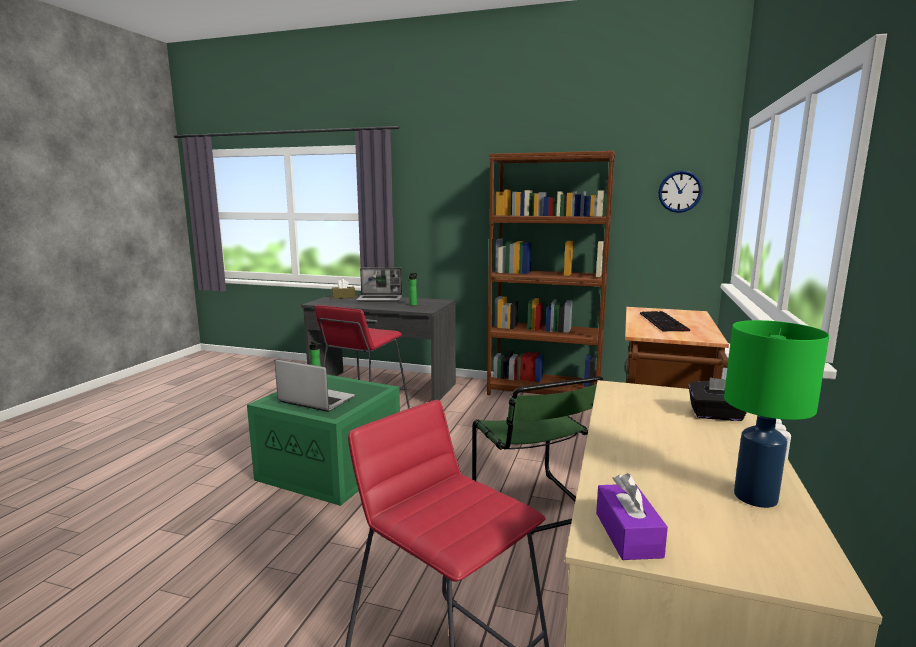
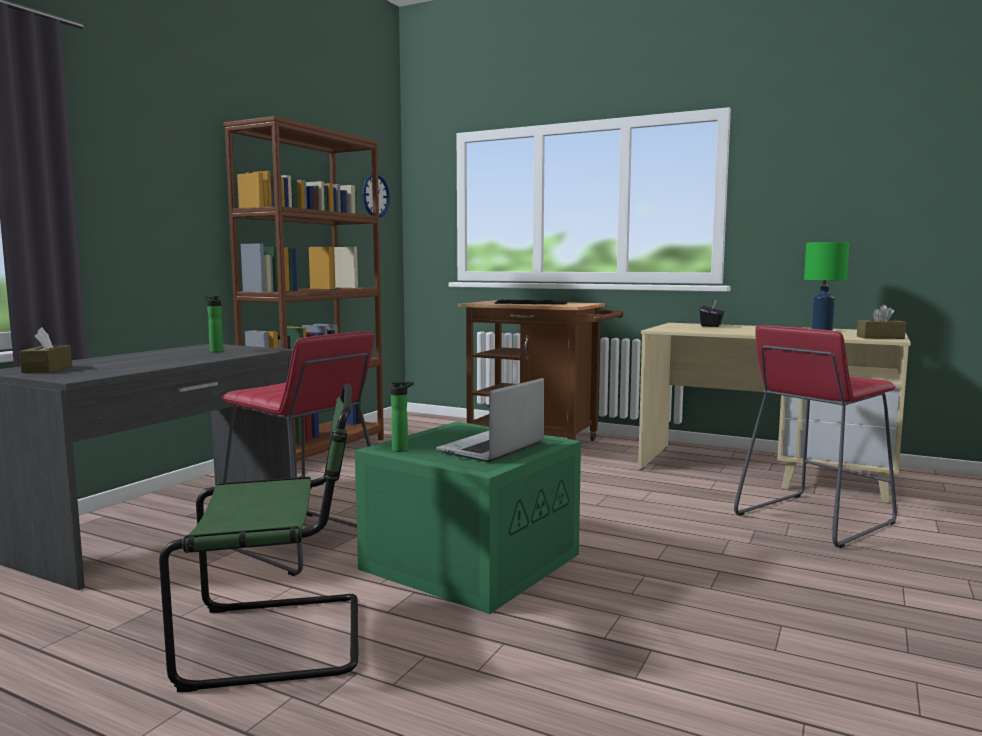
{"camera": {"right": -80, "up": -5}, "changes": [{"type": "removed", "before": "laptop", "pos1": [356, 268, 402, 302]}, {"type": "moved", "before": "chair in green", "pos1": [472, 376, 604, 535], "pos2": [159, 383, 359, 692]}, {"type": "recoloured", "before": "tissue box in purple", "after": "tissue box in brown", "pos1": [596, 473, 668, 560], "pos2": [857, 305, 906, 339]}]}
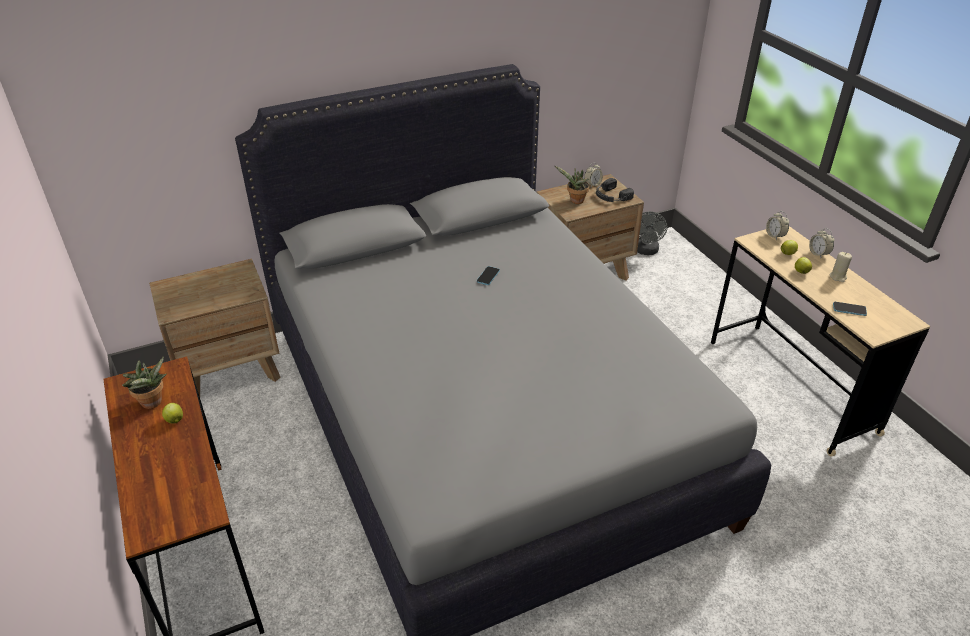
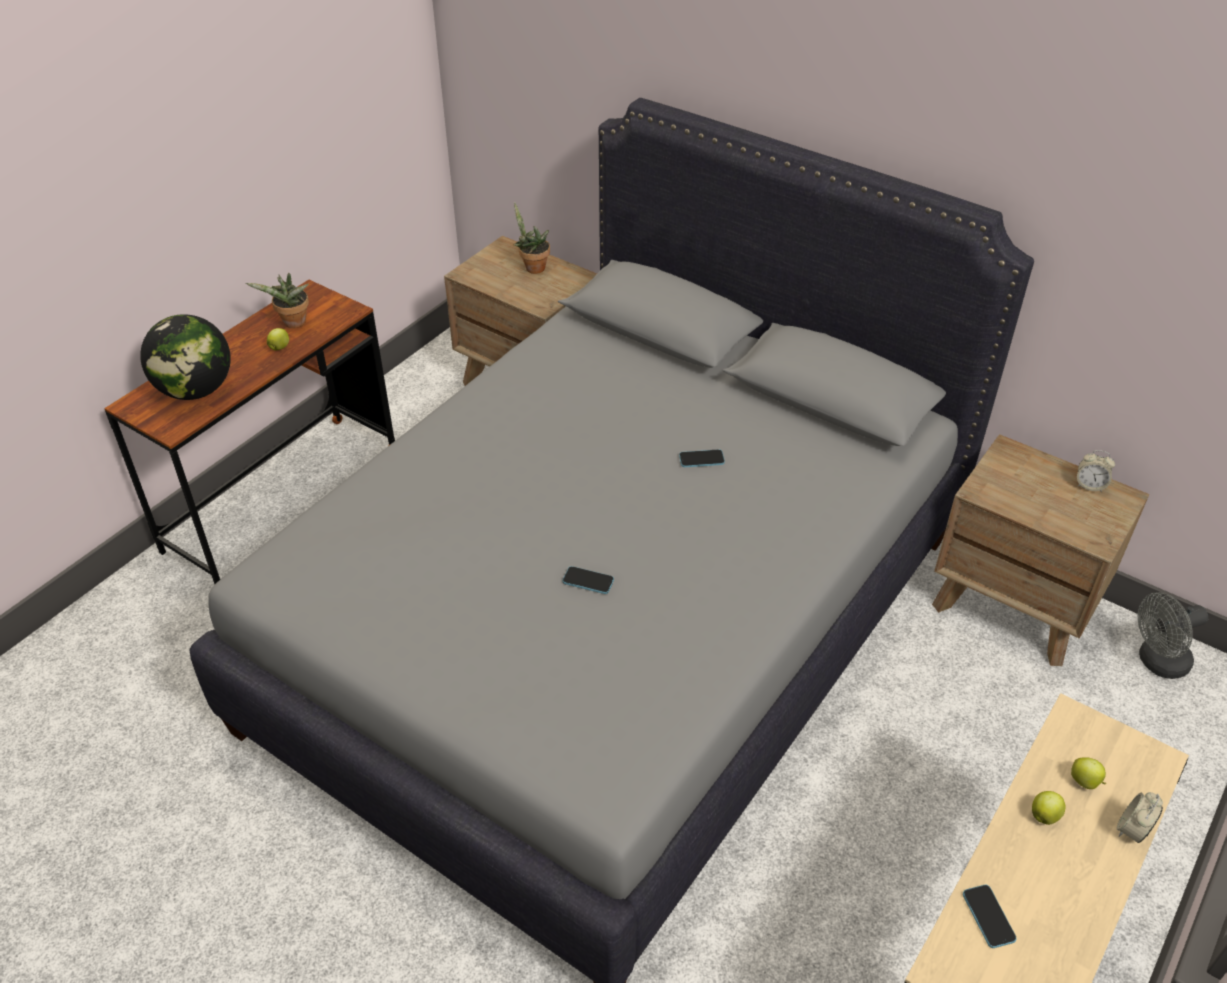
{"camera": {"right": 60, "up": 5}, "changes": [{"type": "moved", "before": "potted plant", "pos1": [555, 166, 589, 204], "pos2": [513, 202, 550, 274]}, {"type": "removed", "before": "headphones in black", "pos1": [596, 178, 634, 202]}, {"type": "removed", "before": "alarm clock", "pos1": [766, 211, 789, 240]}, {"type": "removed", "before": "candle in beige", "pos1": [830, 252, 852, 282]}, {"type": "added", "after": "globe", "pos2": [140, 314, 231, 400]}, {"type": "added", "after": "phone", "pos2": [563, 566, 614, 594]}]}
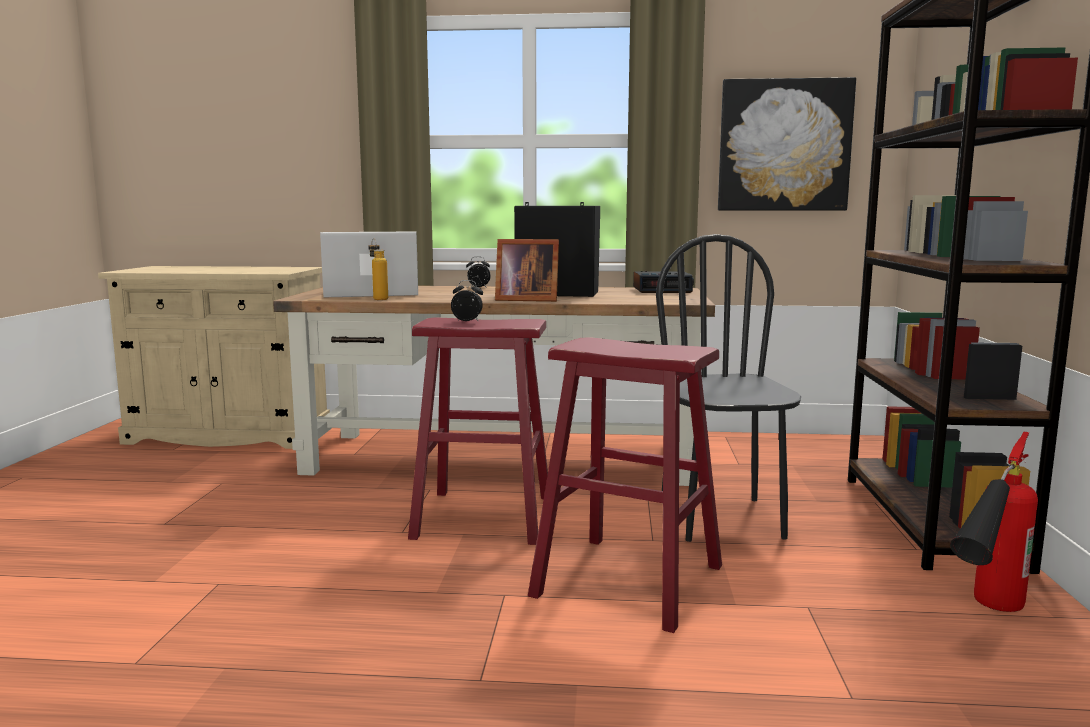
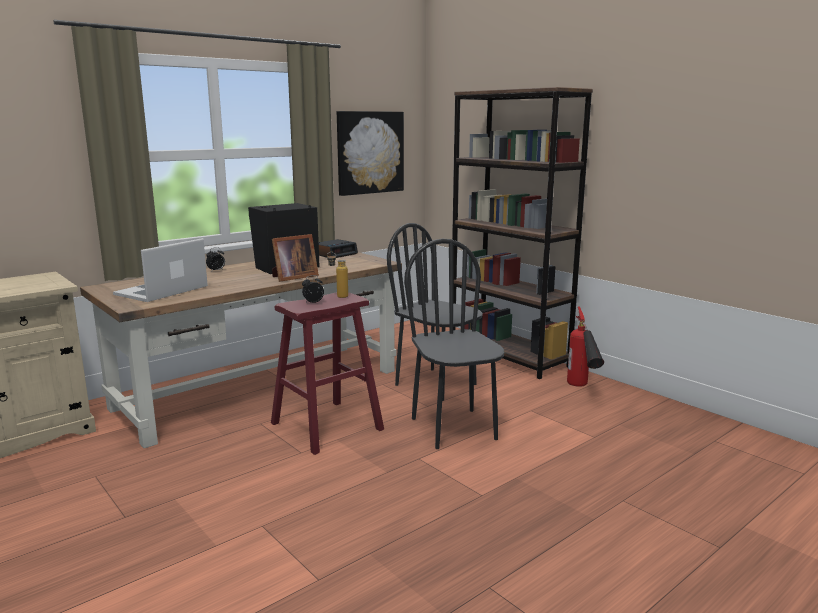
{"camera": {"right": -45, "up": 5}, "changes": [{"type": "moved", "before": "bottle", "pos1": [369, 239, 388, 300], "pos2": [327, 252, 348, 298]}, {"type": "replaced", "before": "stool in red", "after": "chair in black", "pos1": [528, 337, 722, 633], "pos2": [404, 239, 504, 449]}]}
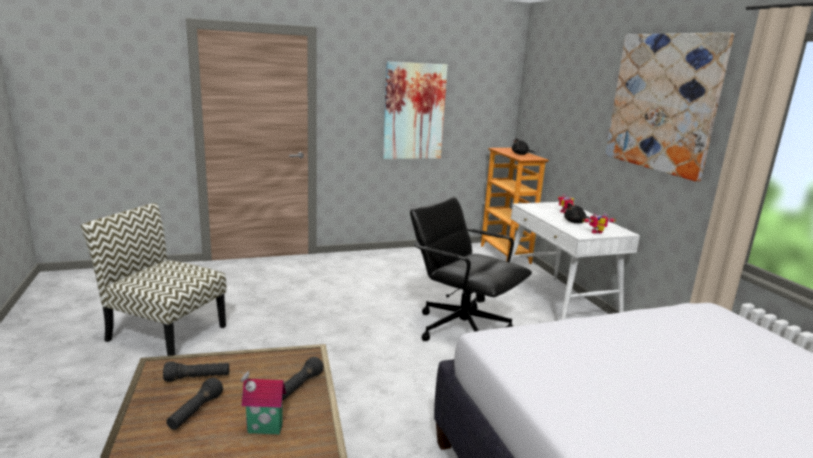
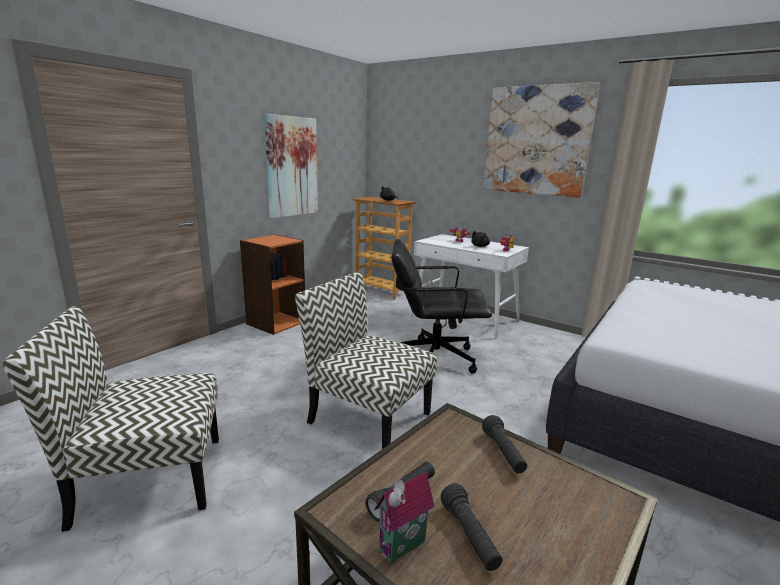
{"camera": {"right": -35, "up": 0}, "changes": [{"type": "moved", "before": "toy house", "pos1": [240, 371, 286, 434], "pos2": [374, 472, 435, 563]}, {"type": "added", "after": "bookcase in orange", "pos2": [240, 234, 305, 335]}, {"type": "added", "after": "chair", "pos2": [295, 272, 437, 449]}]}
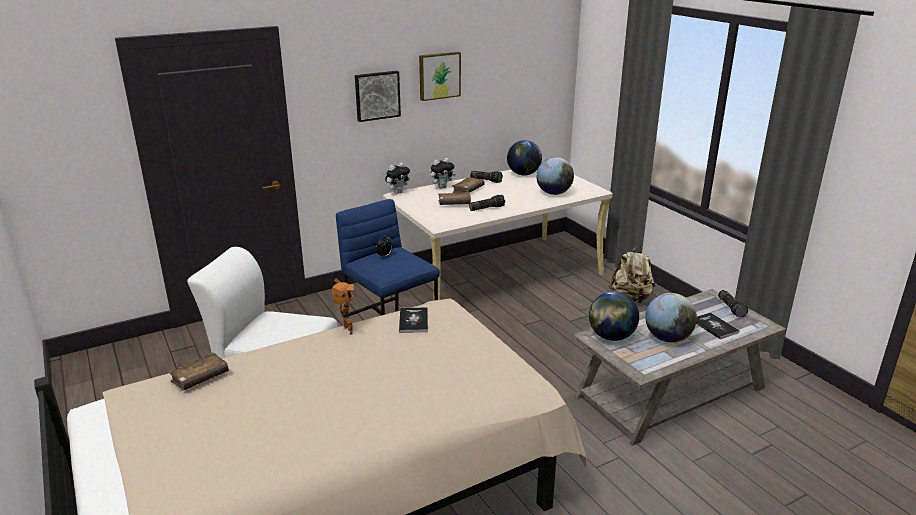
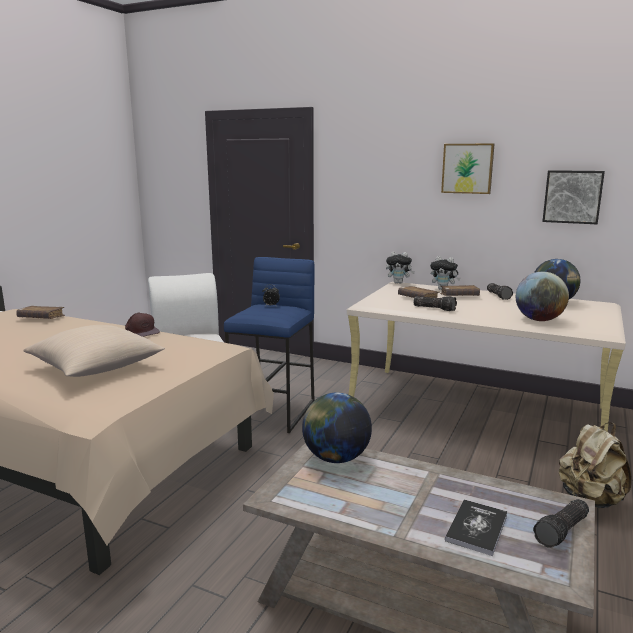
{"camera": {"right": 55, "up": -10}, "changes": [{"type": "replaced", "before": "toy robot", "after": "cap in brown", "pos1": [331, 278, 354, 335], "pos2": [125, 313, 160, 337]}, {"type": "moved", "before": "picture", "pos1": [355, 71, 401, 122], "pos2": [542, 170, 605, 224]}, {"type": "removed", "before": "book", "pos1": [399, 307, 428, 333]}, {"type": "removed", "before": "globe", "pos1": [645, 293, 697, 342]}, {"type": "added", "after": "pillow in beige", "pos2": [23, 325, 165, 377]}]}
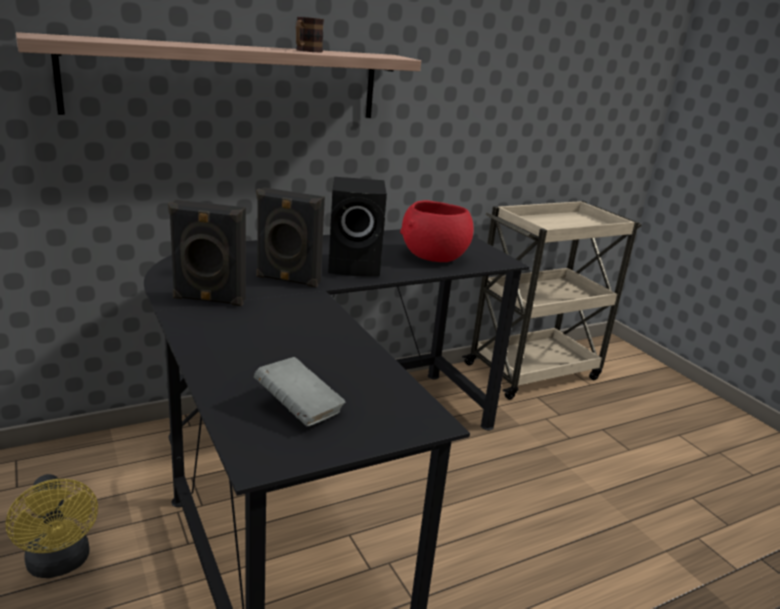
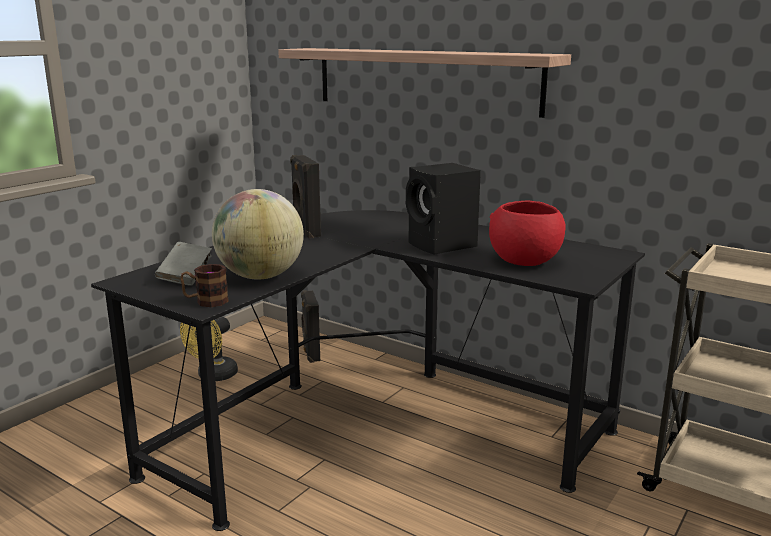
{"camera": {"right": 65, "up": -5}, "changes": [{"type": "moved", "before": "speaker in black", "pos1": [256, 187, 325, 287], "pos2": [301, 290, 320, 363]}, {"type": "moved", "before": "mug", "pos1": [296, 17, 324, 53], "pos2": [180, 264, 229, 307]}, {"type": "added", "after": "globe", "pos2": [212, 189, 304, 280]}]}
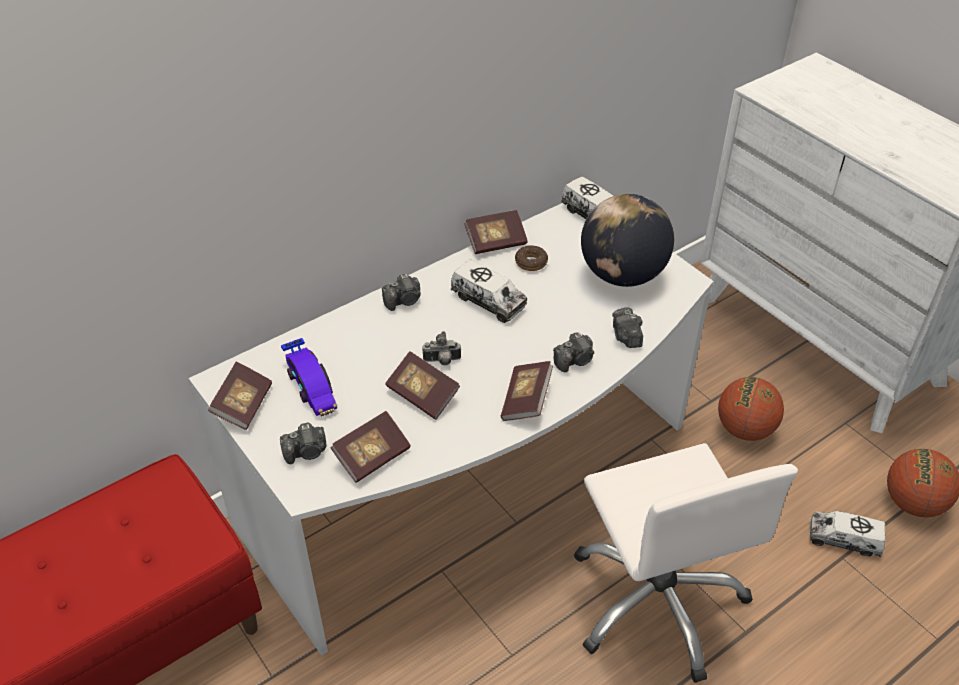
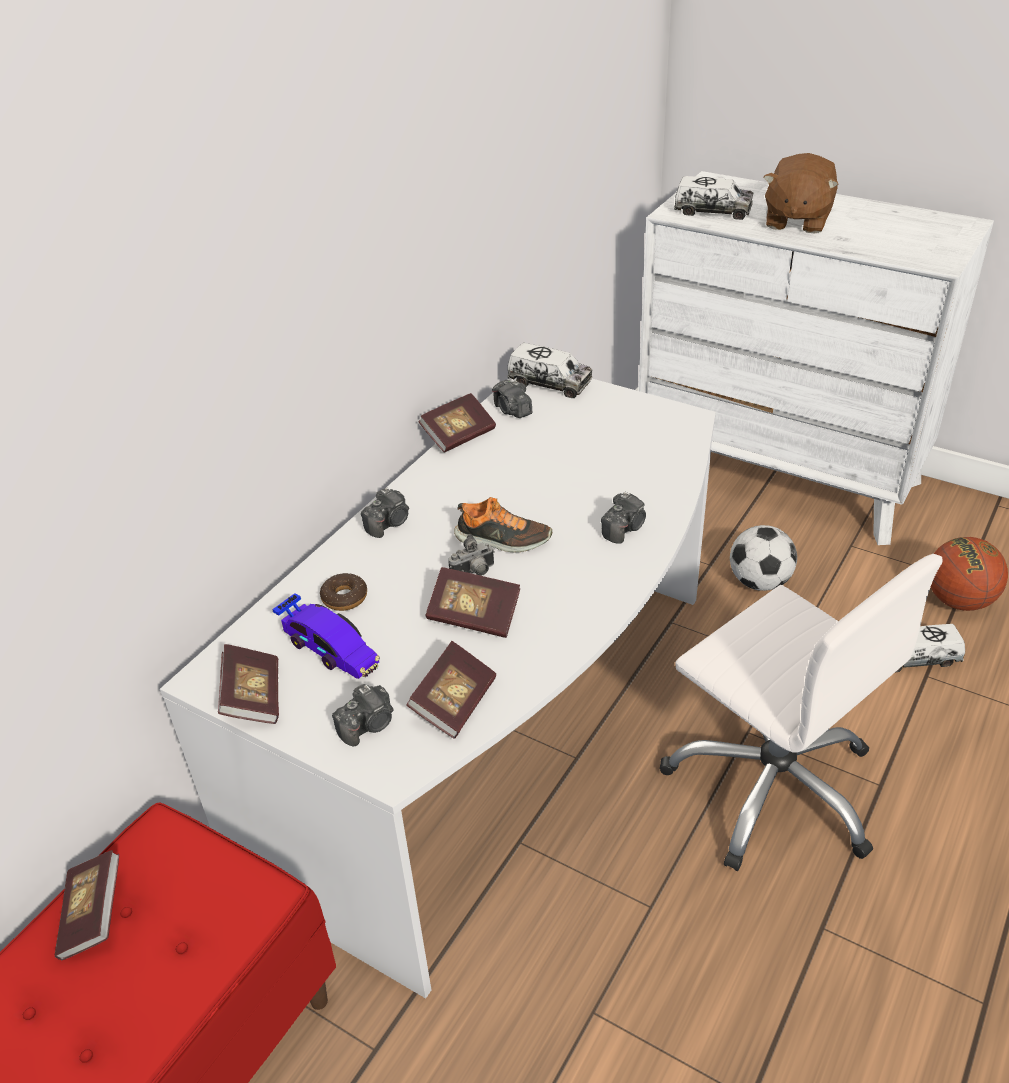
{"camera": {"right": -20, "up": -5}, "changes": [{"type": "moved", "before": "toy truck", "pos1": [451, 259, 527, 323], "pos2": [674, 176, 753, 220]}, {"type": "moved", "before": "book", "pos1": [501, 361, 553, 421], "pos2": [55, 850, 119, 960]}, {"type": "moved", "before": "donut", "pos1": [515, 245, 548, 271], "pos2": [320, 573, 367, 611]}, {"type": "removed", "before": "globe", "pos1": [581, 194, 674, 287]}, {"type": "moved", "before": "photo camera", "pos1": [612, 307, 643, 348], "pos2": [492, 380, 532, 418]}, {"type": "replaced", "before": "basketball", "after": "football", "pos1": [718, 377, 784, 441], "pos2": [730, 525, 797, 591]}, {"type": "added", "after": "shoe", "pos2": [454, 497, 552, 553]}, {"type": "added", "after": "plush toy in brown", "pos2": [763, 153, 839, 234]}]}
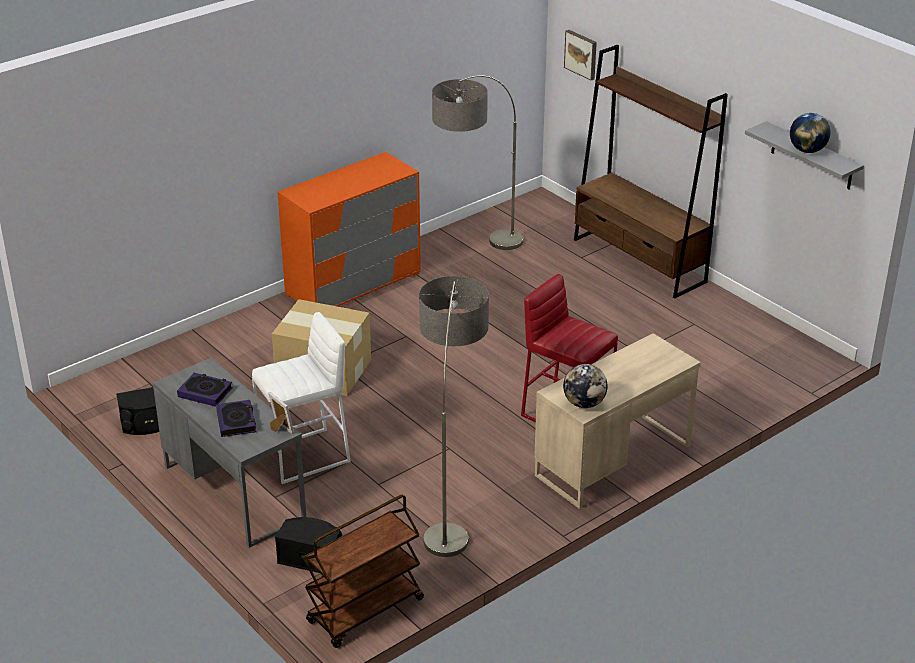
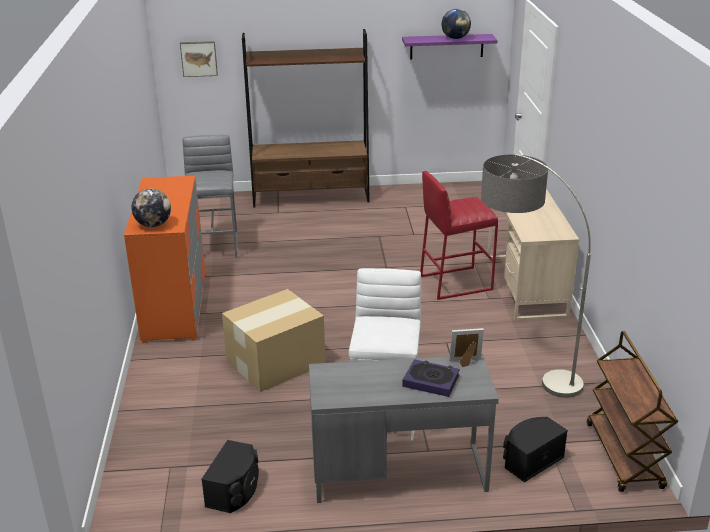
{"camera": {"right": -55, "up": -5}, "changes": [{"type": "removed", "before": "book", "pos1": [177, 373, 233, 407]}, {"type": "replaced", "before": "floor lamp", "after": "stool in grey", "pos1": [432, 75, 523, 250], "pos2": [183, 135, 237, 258]}, {"type": "moved", "before": "globe", "pos1": [563, 364, 608, 408], "pos2": [132, 188, 171, 227]}, {"type": "recoloured", "before": "shelf in grey", "after": "shelf in purple", "pos1": [745, 121, 864, 189], "pos2": [402, 34, 498, 60]}]}
